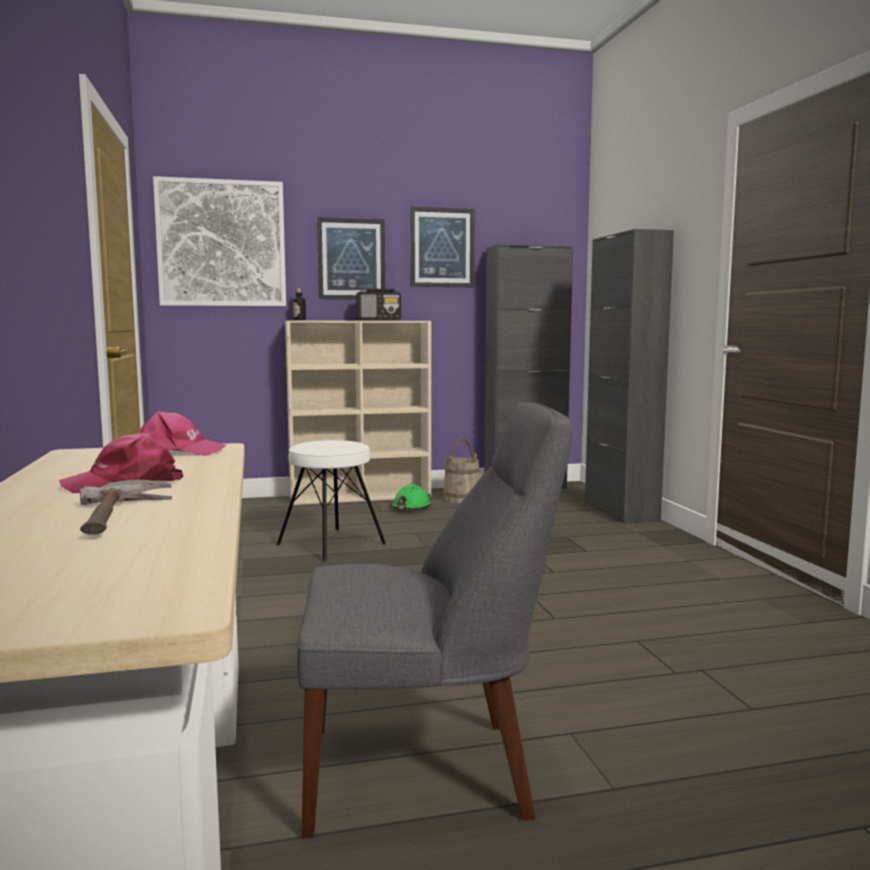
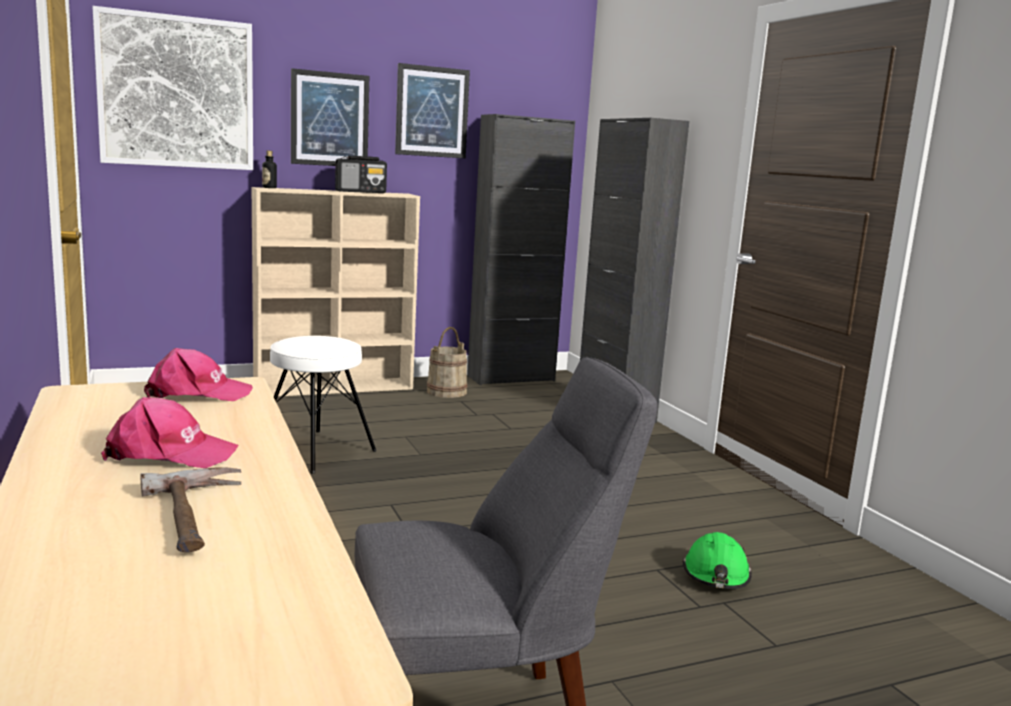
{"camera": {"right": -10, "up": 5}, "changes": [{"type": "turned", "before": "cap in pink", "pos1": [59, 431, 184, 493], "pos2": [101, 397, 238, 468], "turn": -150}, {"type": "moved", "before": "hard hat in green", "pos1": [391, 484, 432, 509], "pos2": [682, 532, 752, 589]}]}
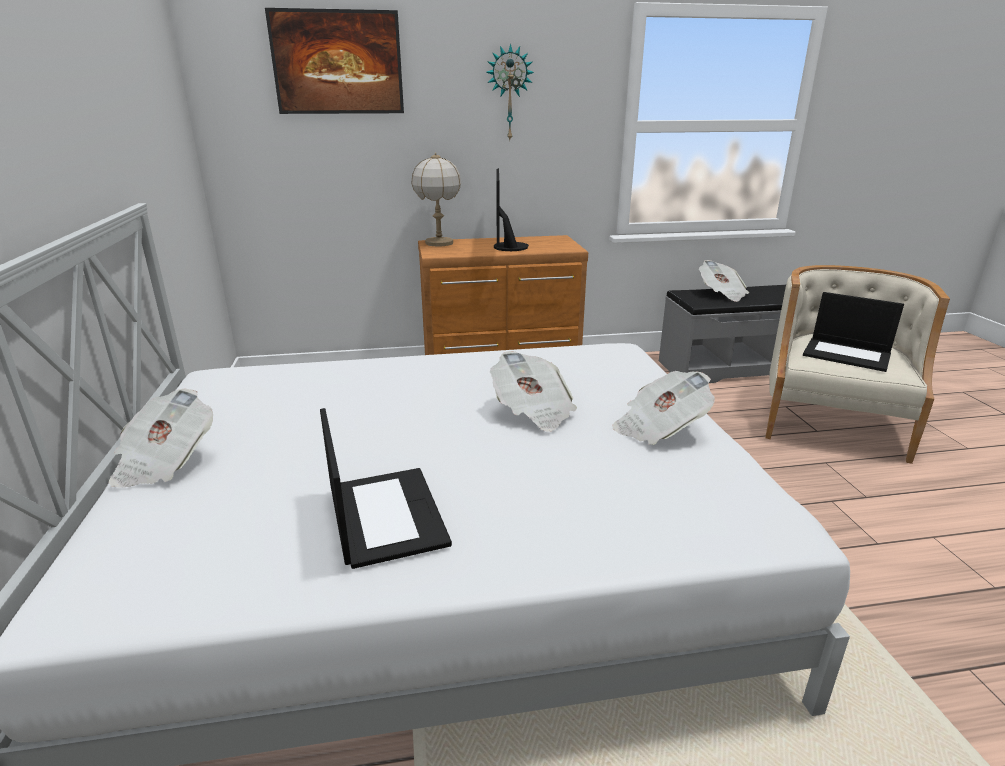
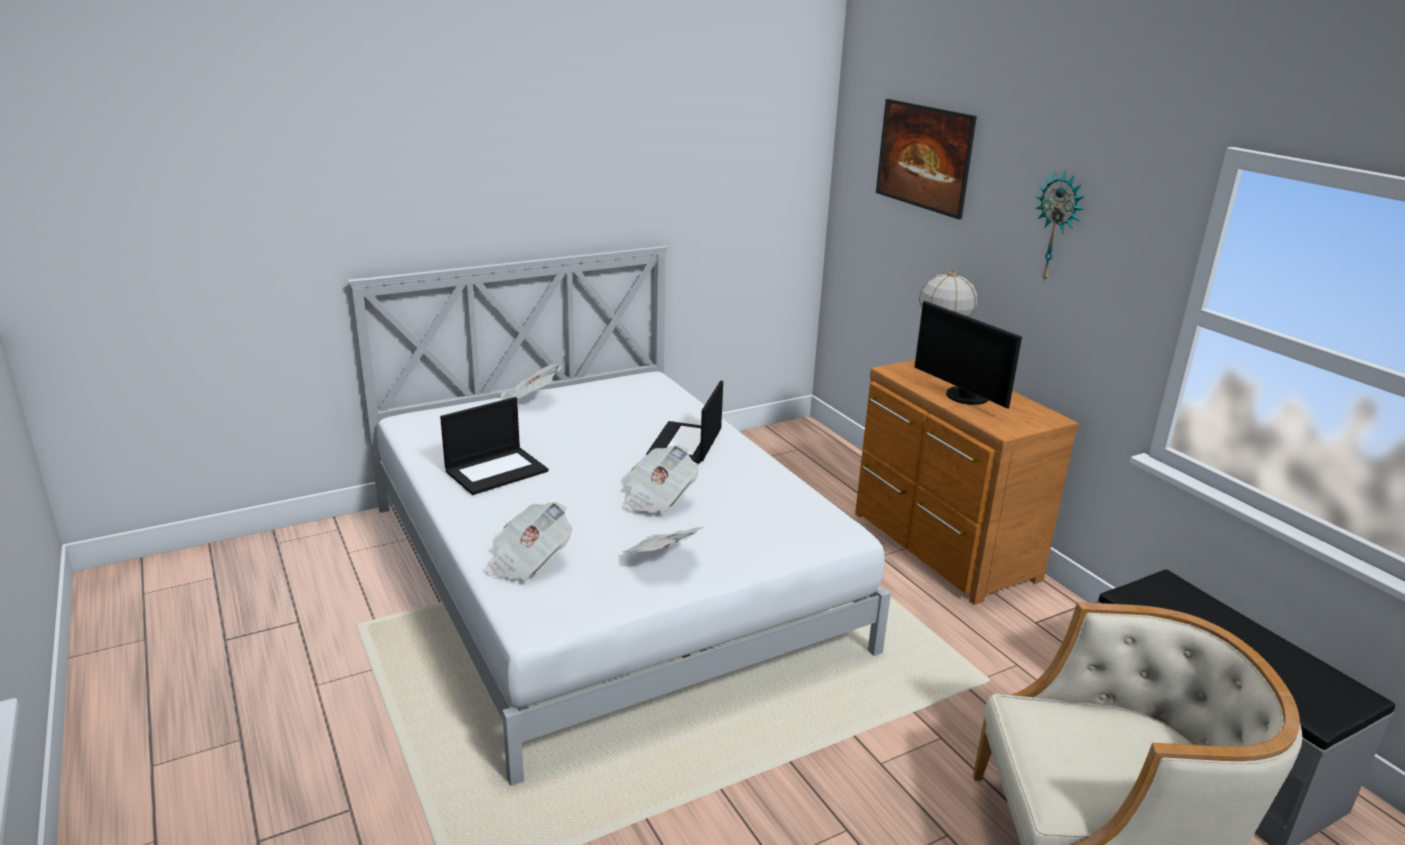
{"camera": {"right": 70, "up": 0}, "changes": [{"type": "turned", "before": "monitor", "pos1": [494, 168, 529, 251], "pos2": [914, 301, 1022, 409], "turn": -105}, {"type": "moved", "before": "newspaper", "pos1": [699, 260, 749, 302], "pos2": [485, 502, 572, 581]}, {"type": "moved", "before": "laptop", "pos1": [803, 292, 904, 372], "pos2": [647, 380, 723, 464]}]}
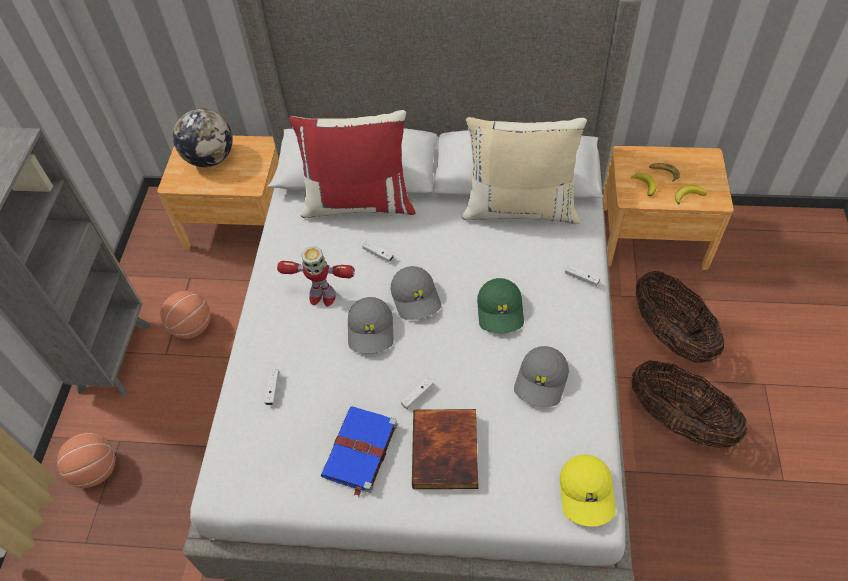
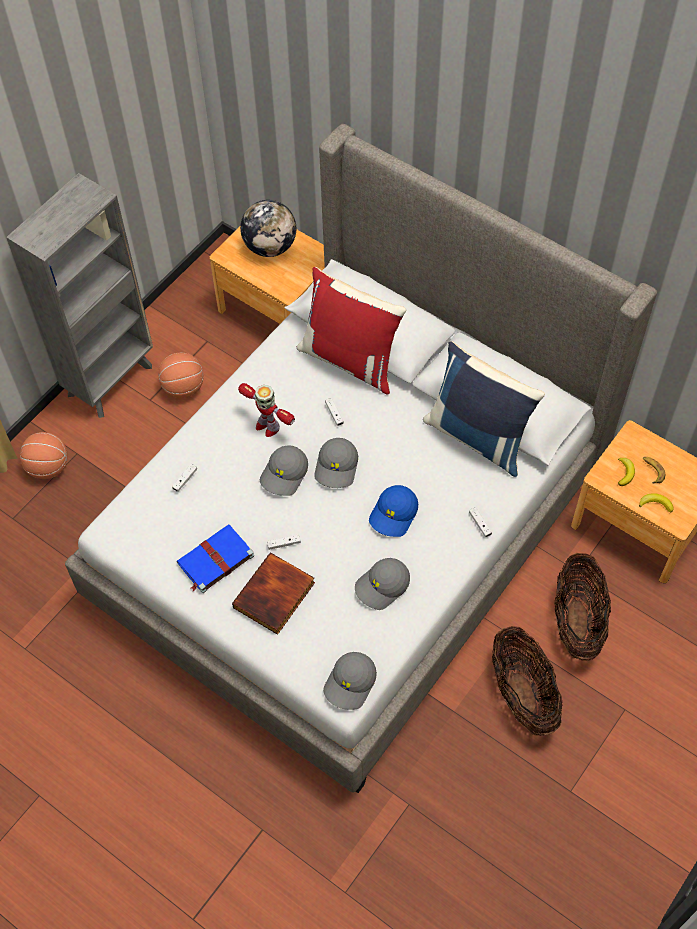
{"camera": {"right": 30, "up": 5}, "changes": [{"type": "recoloured", "before": "pillow in beige", "after": "pillow in blue", "pos1": [462, 117, 587, 224], "pos2": [423, 341, 545, 477]}, {"type": "recoloured", "before": "cap in green", "after": "cap in blue", "pos1": [477, 278, 524, 333], "pos2": [369, 485, 418, 537]}, {"type": "recoloured", "before": "cap in yellow", "after": "cap in grey", "pos1": [560, 455, 616, 527], "pos2": [323, 652, 377, 710]}]}
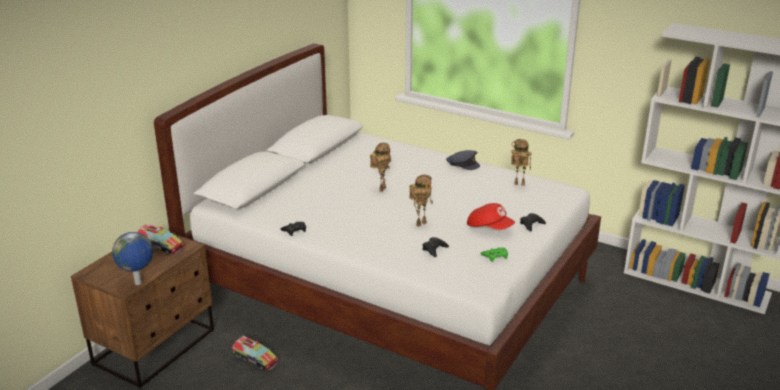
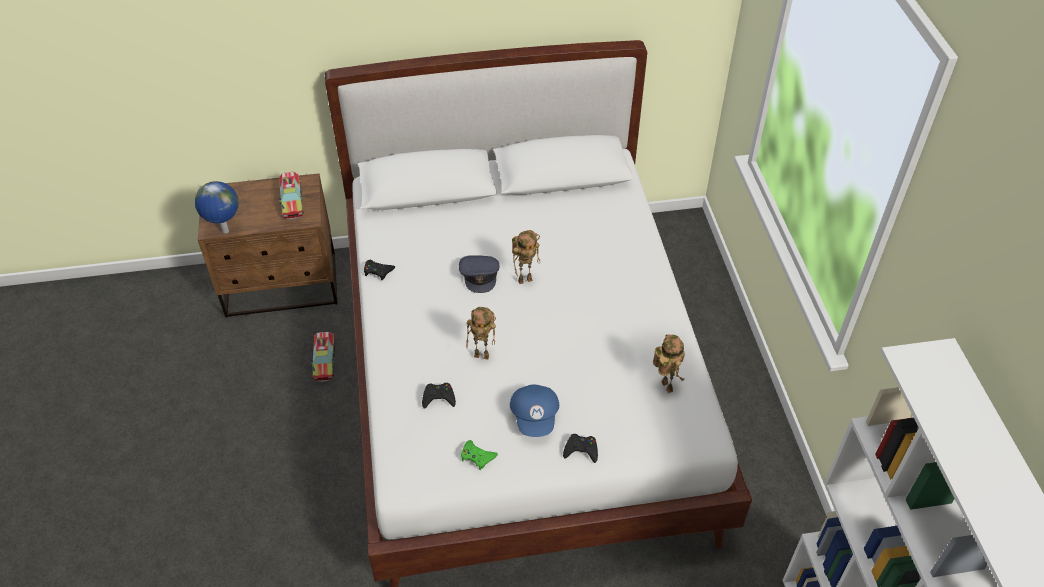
{"camera": {"right": 50, "up": 20}, "changes": [{"type": "moved", "before": "cap in grey", "pos1": [446, 150, 480, 170], "pos2": [459, 255, 500, 293]}, {"type": "recoloured", "before": "cap in red", "after": "cap in blue", "pos1": [467, 203, 515, 230], "pos2": [510, 385, 559, 437]}]}
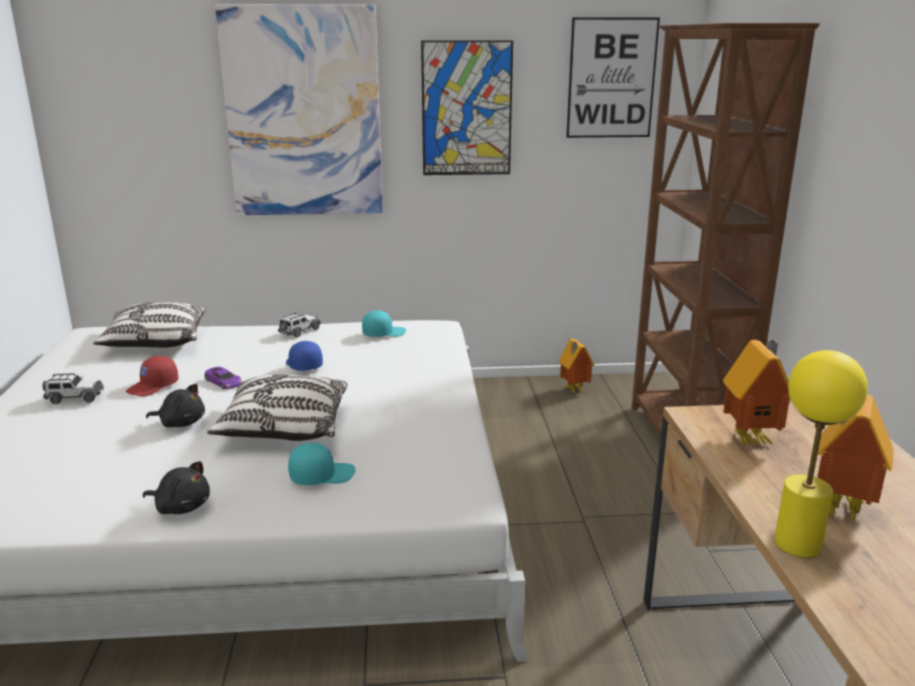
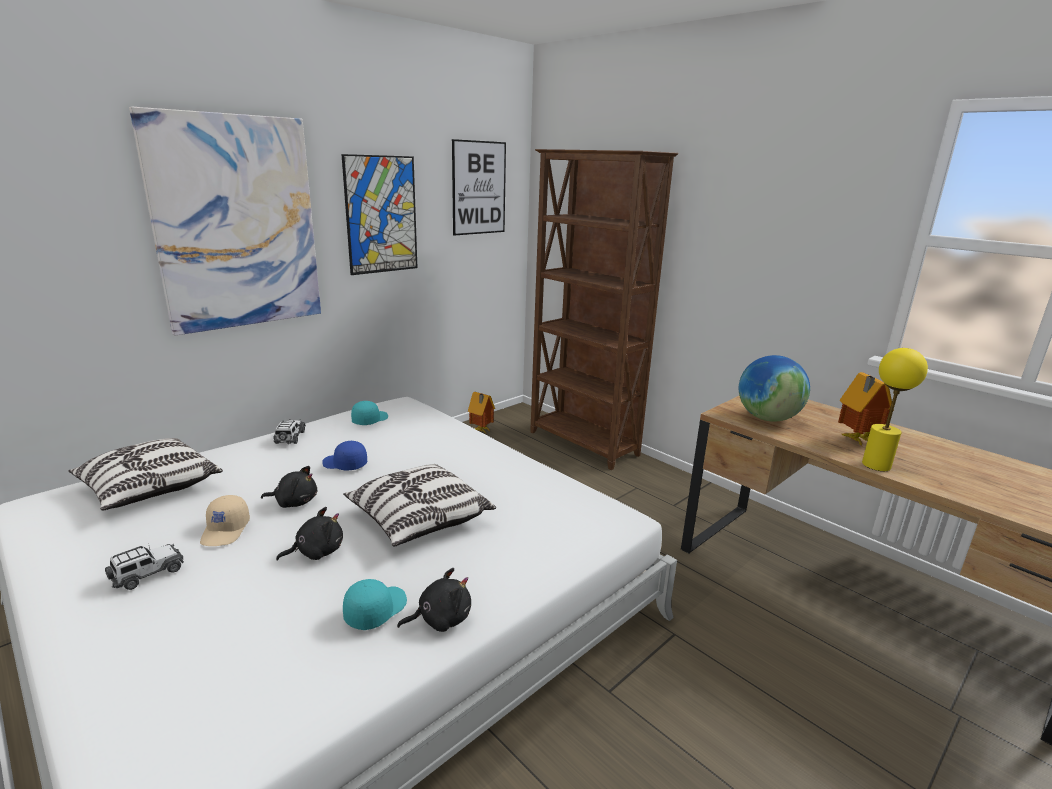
{"camera": {"right": -40, "up": 0}, "changes": [{"type": "recoloured", "before": "cap in red", "after": "cap in beige", "pos1": [126, 356, 179, 397], "pos2": [200, 495, 250, 546]}, {"type": "replaced", "before": "toy car in purple", "after": "plush toy in black", "pos1": [205, 367, 242, 389], "pos2": [261, 466, 317, 508]}, {"type": "moved", "before": "cap in turquoise", "pos1": [288, 443, 356, 486], "pos2": [343, 579, 407, 630]}, {"type": "replaced", "before": "toy house", "after": "globe", "pos1": [723, 340, 790, 445], "pos2": [739, 355, 810, 422]}]}
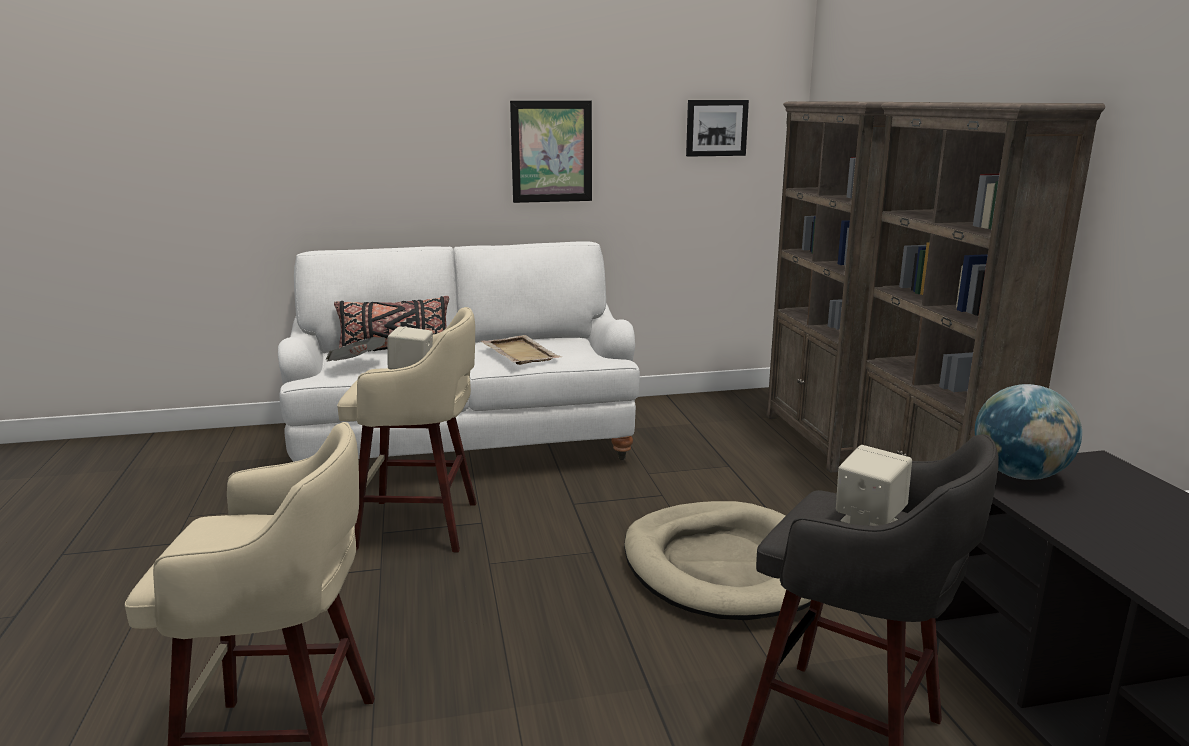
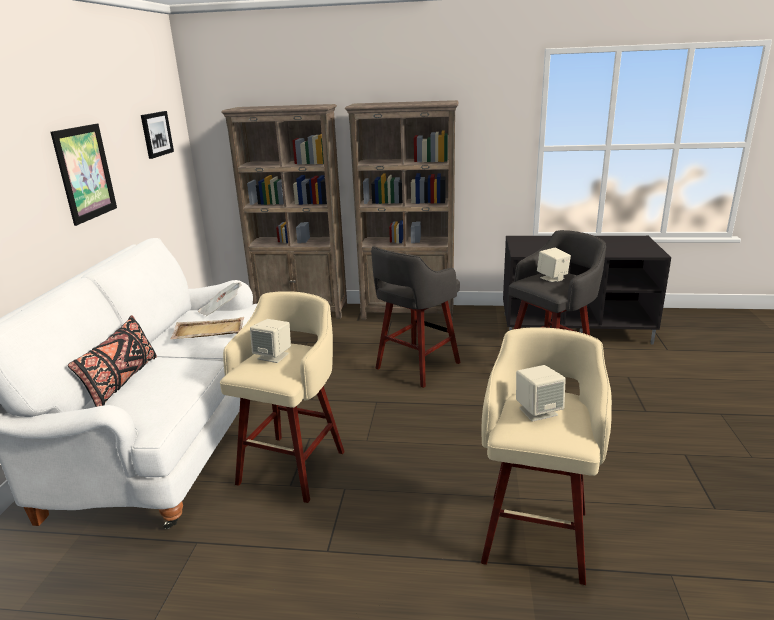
{"camera": {"right": -70, "up": 5}, "changes": [{"type": "moved", "before": "newspaper", "pos1": [326, 337, 385, 361], "pos2": [198, 282, 242, 317]}, {"type": "replaced", "before": "dog bed in beige", "after": "stool in grey", "pos1": [624, 501, 811, 620], "pos2": [371, 246, 461, 388]}, {"type": "removed", "before": "globe", "pos1": [975, 384, 1082, 480]}, {"type": "added", "after": "speaker in beige", "pos2": [516, 365, 566, 422]}]}
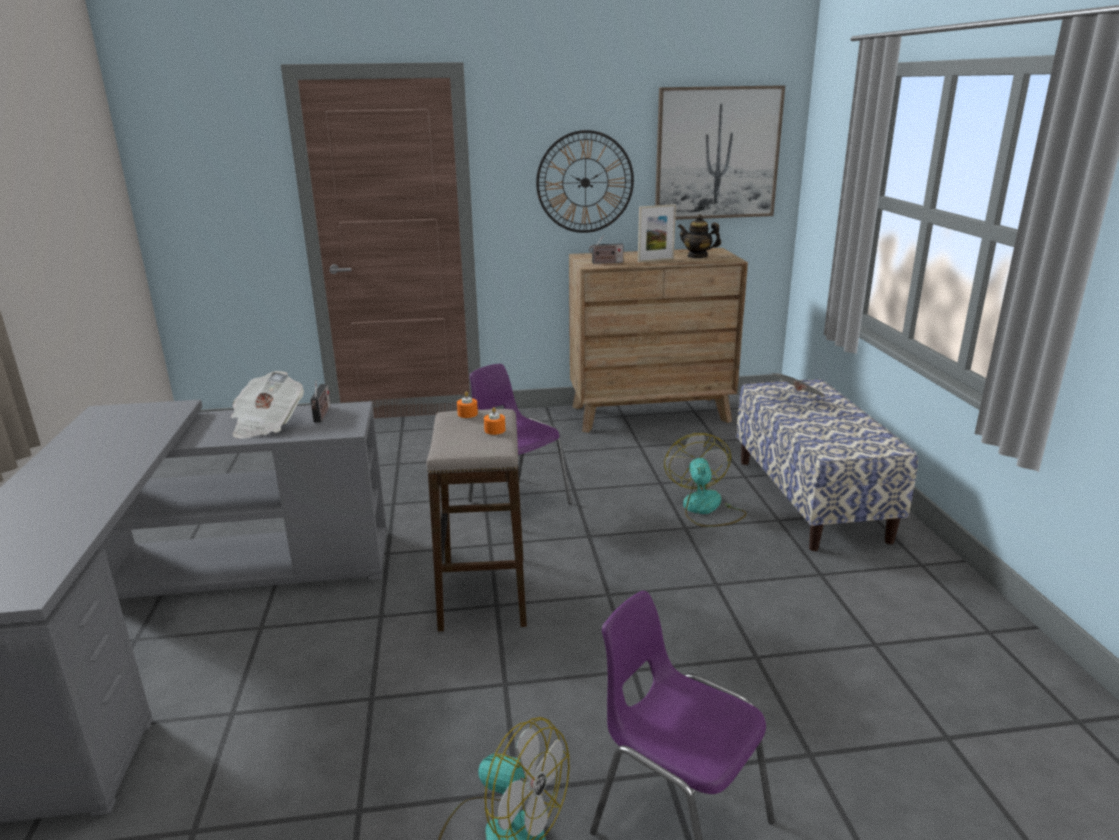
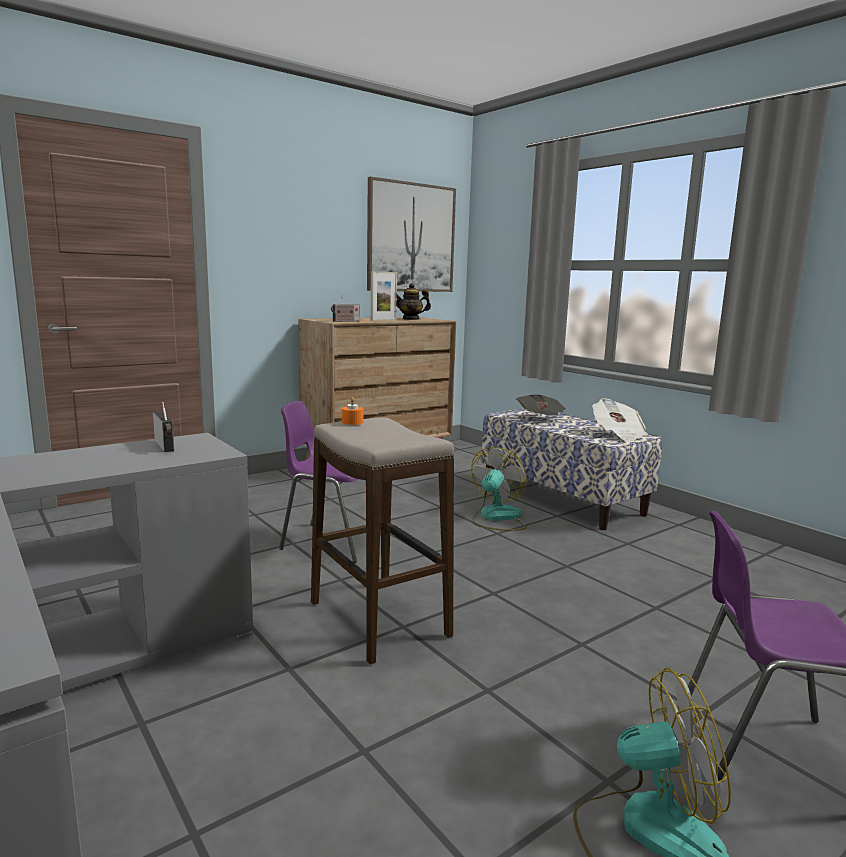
{"camera": {"right": -30, "up": -10}, "changes": [{"type": "moved", "before": "newspaper", "pos1": [231, 371, 304, 439], "pos2": [592, 398, 648, 442]}, {"type": "removed", "before": "candle in orange", "pos1": [484, 407, 505, 435]}, {"type": "removed", "before": "wall clock", "pos1": [536, 130, 634, 233]}, {"type": "turned", "before": "fan", "pos1": [664, 433, 747, 527], "pos2": [471, 447, 527, 531], "turn": 60}]}
